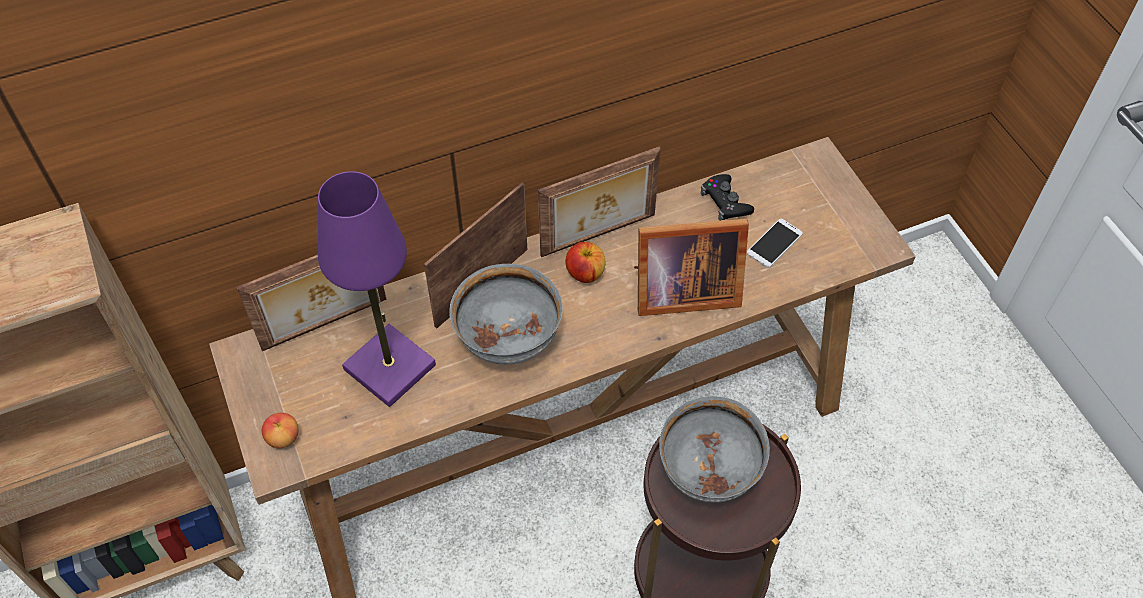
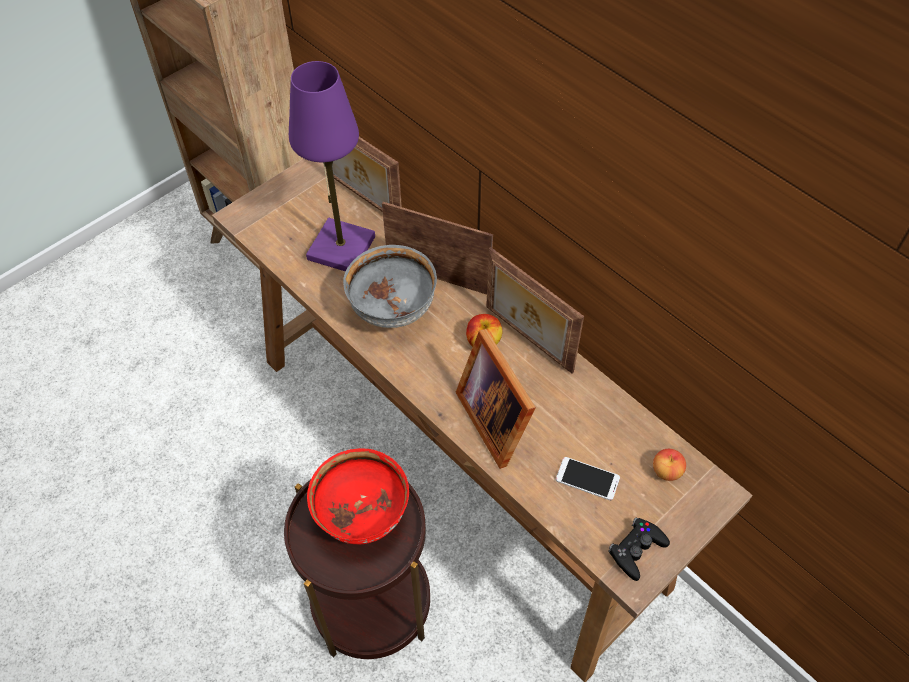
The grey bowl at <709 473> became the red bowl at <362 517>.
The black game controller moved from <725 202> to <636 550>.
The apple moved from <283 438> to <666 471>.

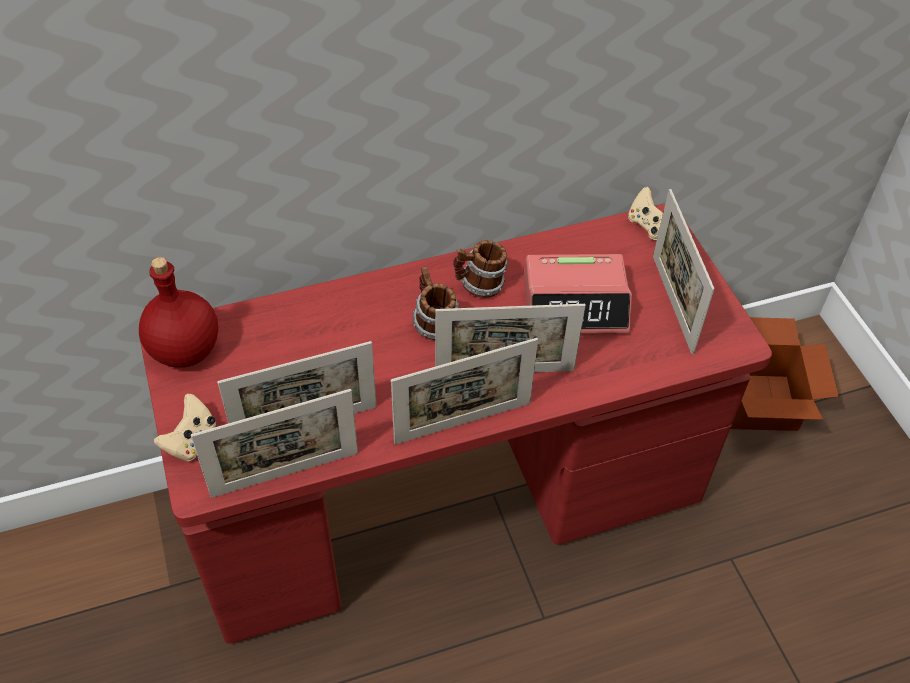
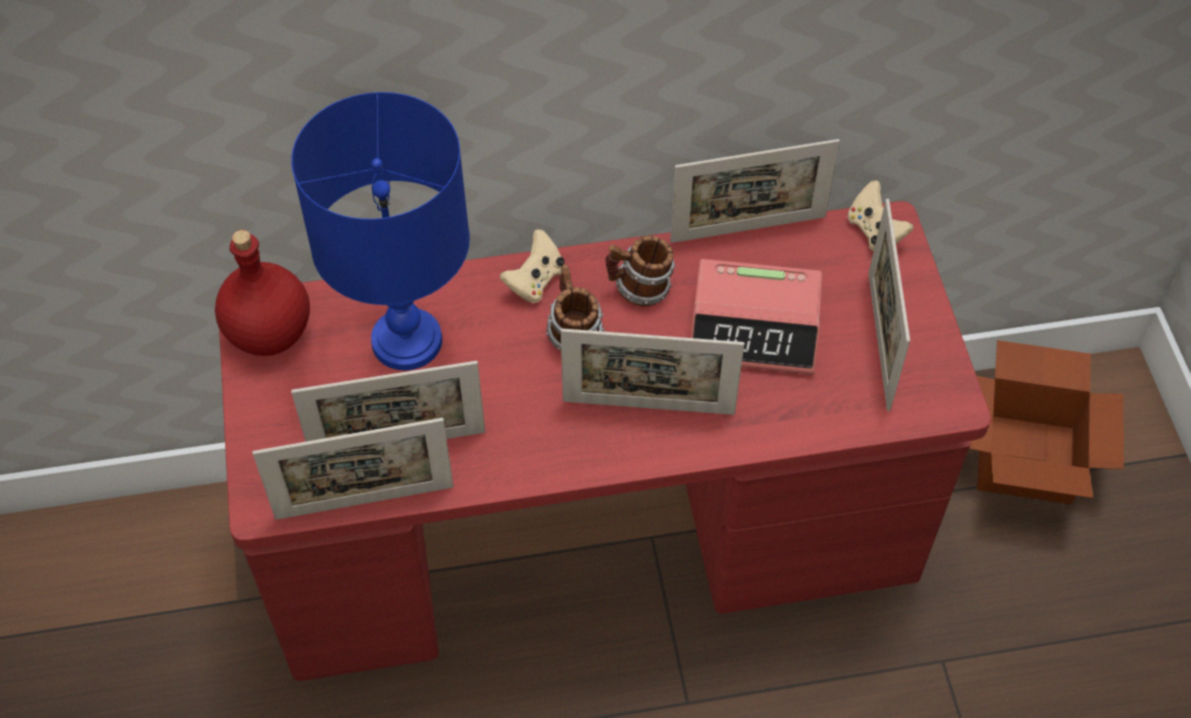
The blue table lamp at <408 341> appeared.
The beige game controller moved from <190 440> to <535 281>.
The picture frame moved from <463 423> to <748 229>.

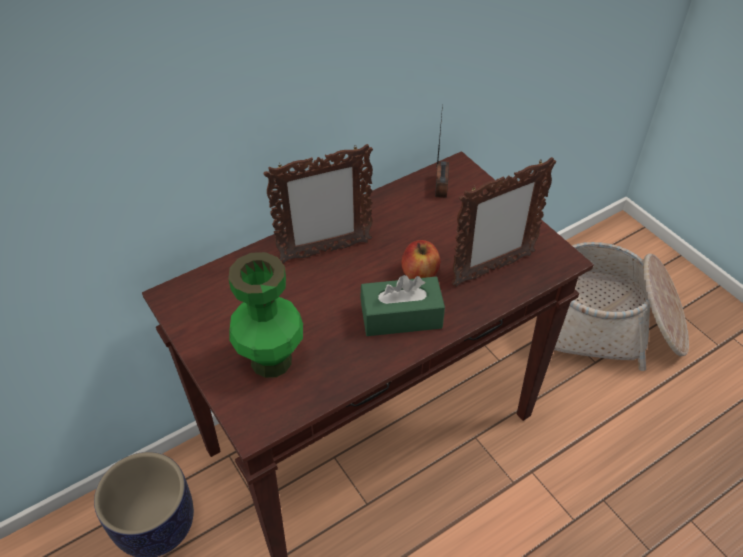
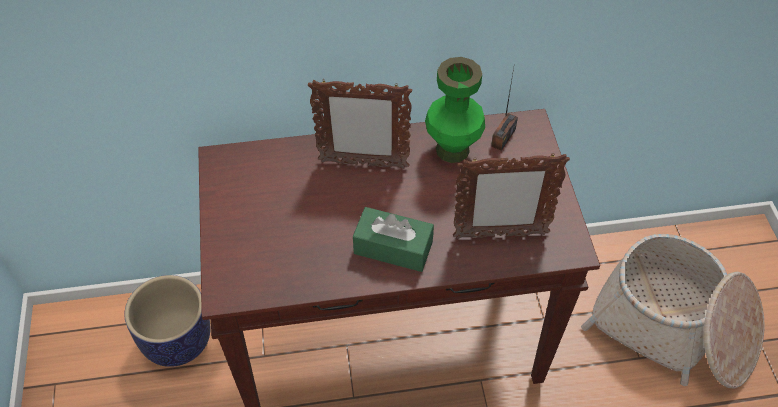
The green vase moved from <271 360> to <453 149>.
The apple at <420 273> disappeared.

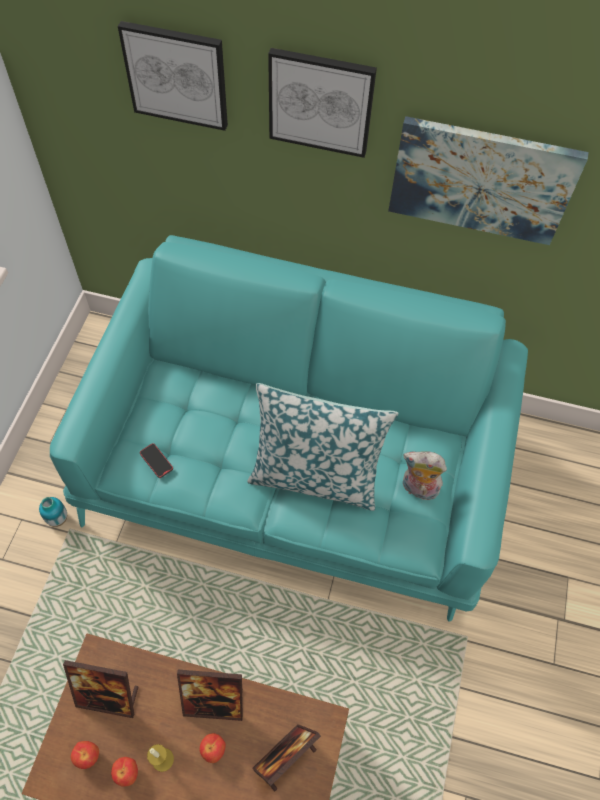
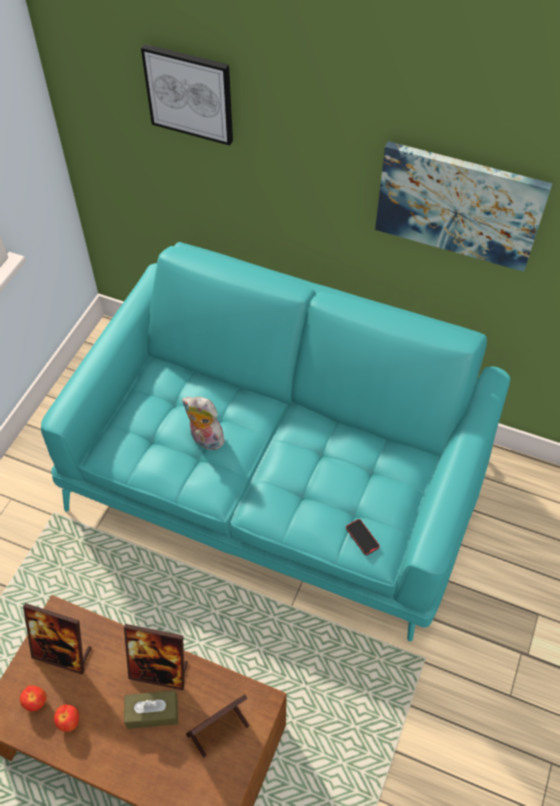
The apple at <213 749> was replaced by the brown tissue box at <152 712>.
The plush toy moved from <418 489> to <205 440>.
The phone moved from <156 461> to <362 537>.
The vase at <58 519> disappeared.
The candle at <162 759> disappeared.
The pillow at <315 476> disappeared.
The picture at <320 102> disappeared.

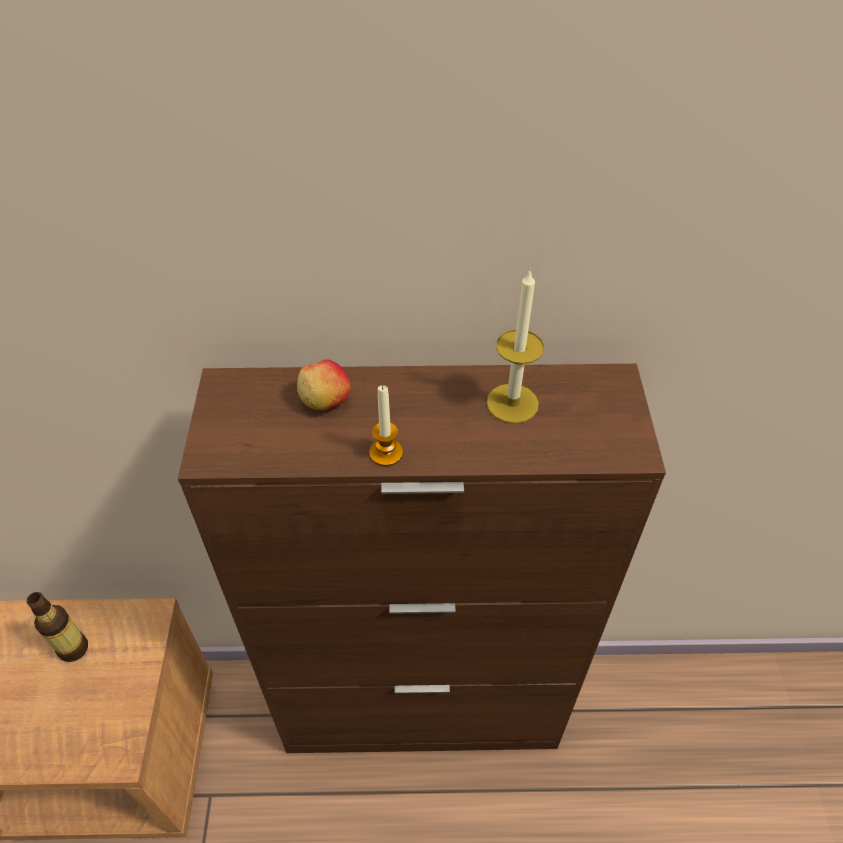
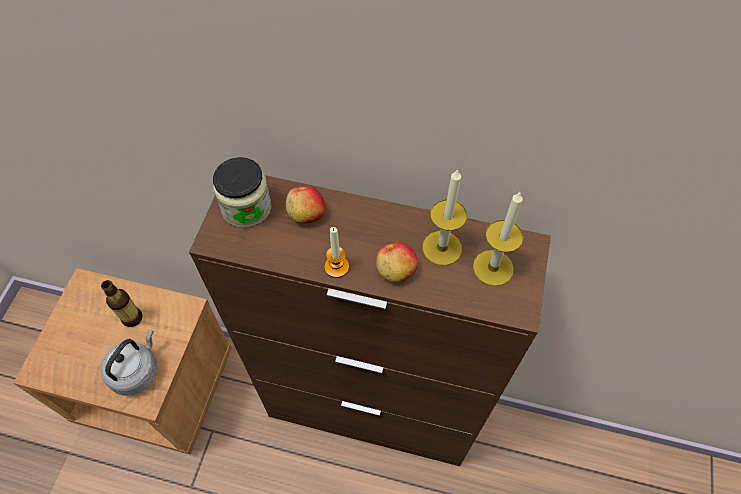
The grey kettle at <137 371> appeared.
The jar at <246 207> appeared.
The apple at <395 270> appeared.
The candle at <493 268> appeared.

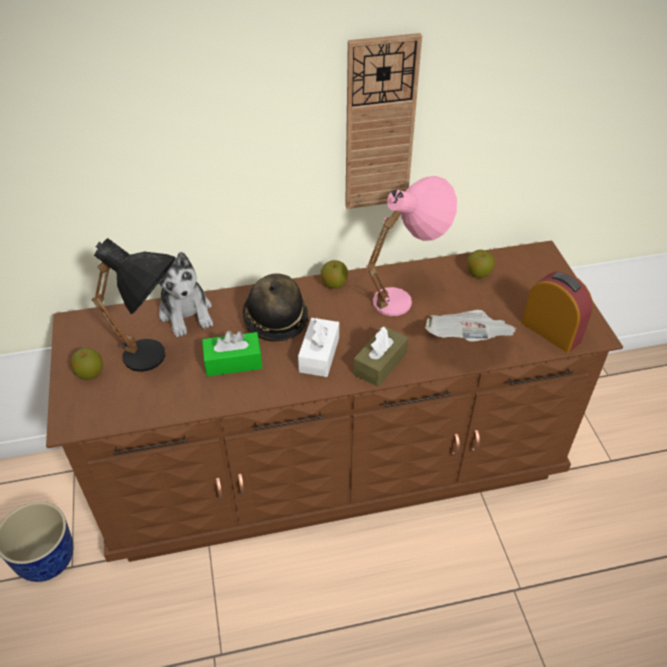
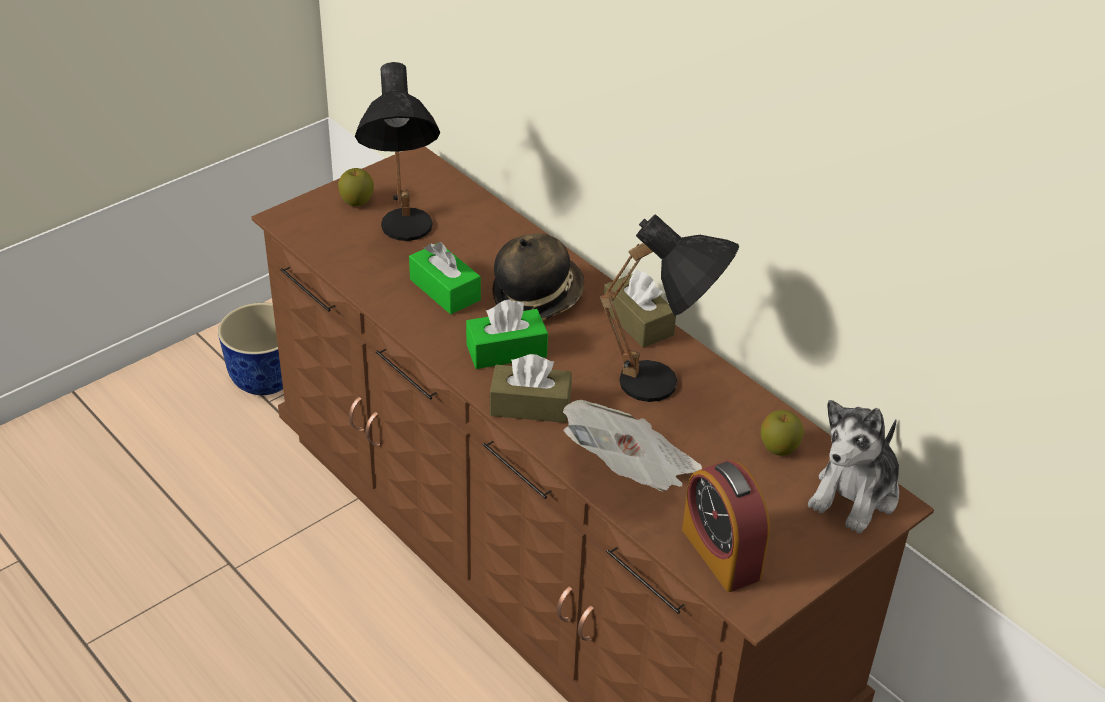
The white tissue box at <319 355> became the green tissue box at <506 351>.
The pink table lamp at <405 298> became the black table lamp at <667 391>.
The apple at <334 284> was replaced by the brown tissue box at <638 321>.
The alarm clock at <551 331> turned 135 degrees clockwise.
The plush toy moved from <186 313> to <855 494>.
The wall clock at <379 126> disappeared.

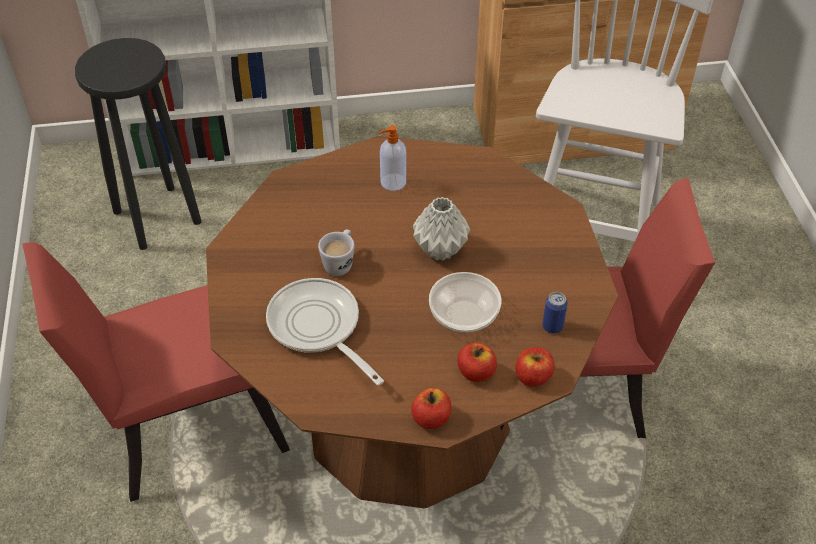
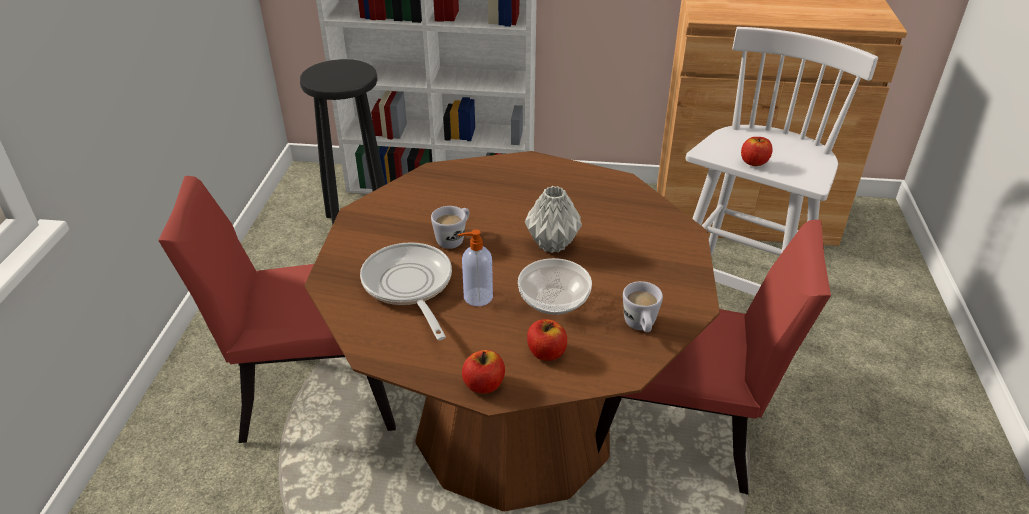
The soap dispenser moved from <392 182> to <477 297>.
The can at <552 326> was replaced by the white mug at <640 327>.
The apple moved from <533 376> to <754 162>.

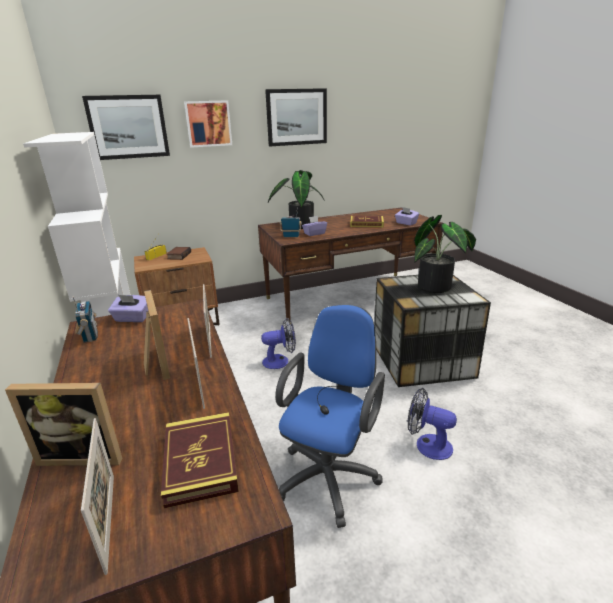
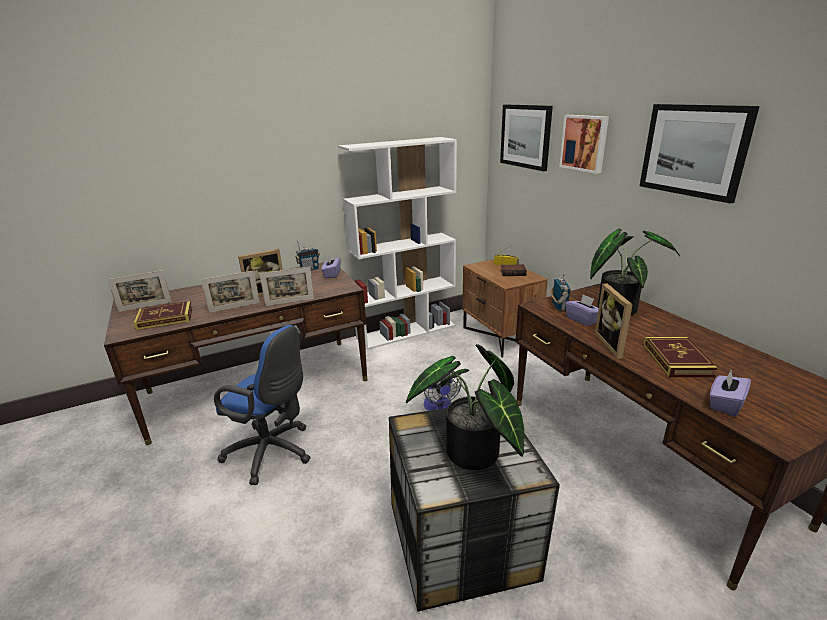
The picture frame moved from <84 454> to <613 345>.
The fan at <427 444> disappeared.

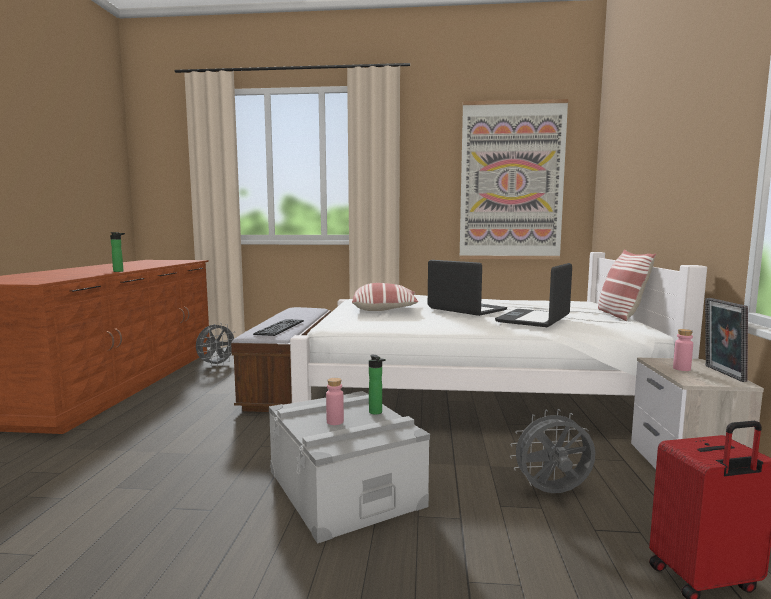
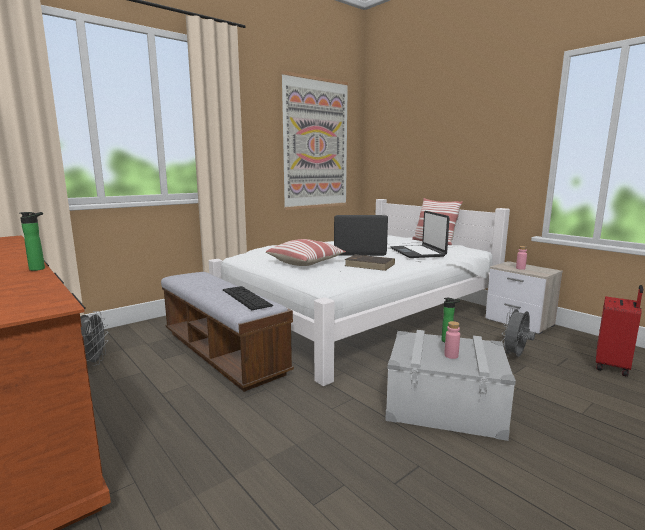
The brown book at <370 265> appeared.
The picture frame at <721 373> disappeared.

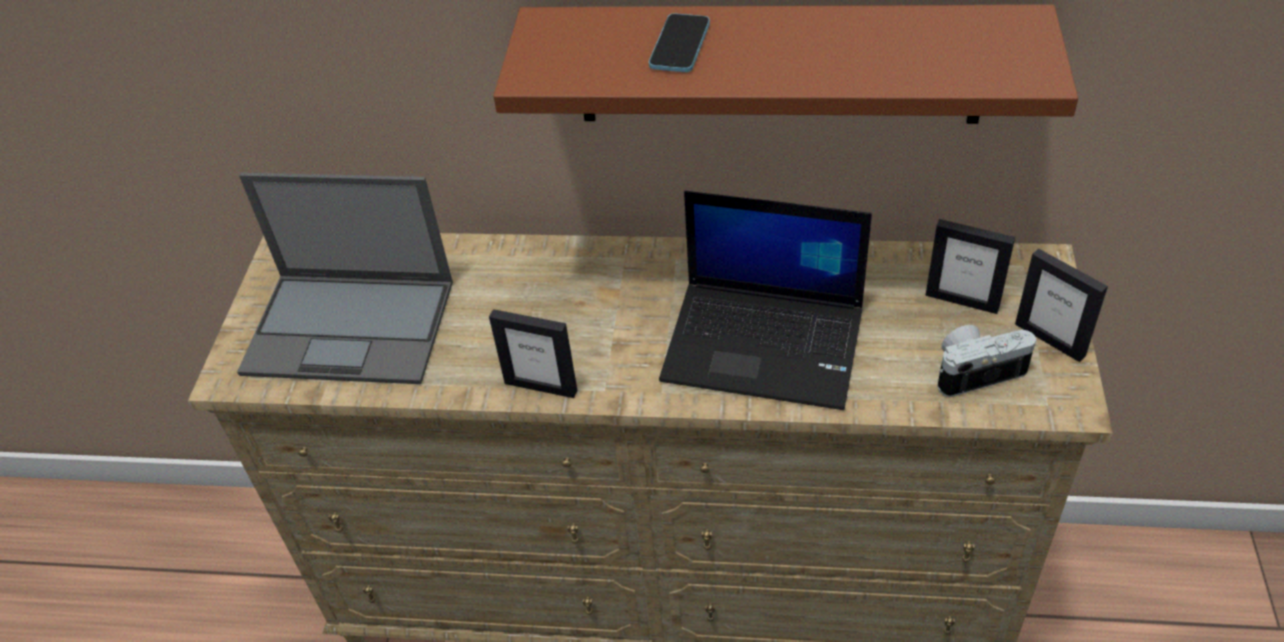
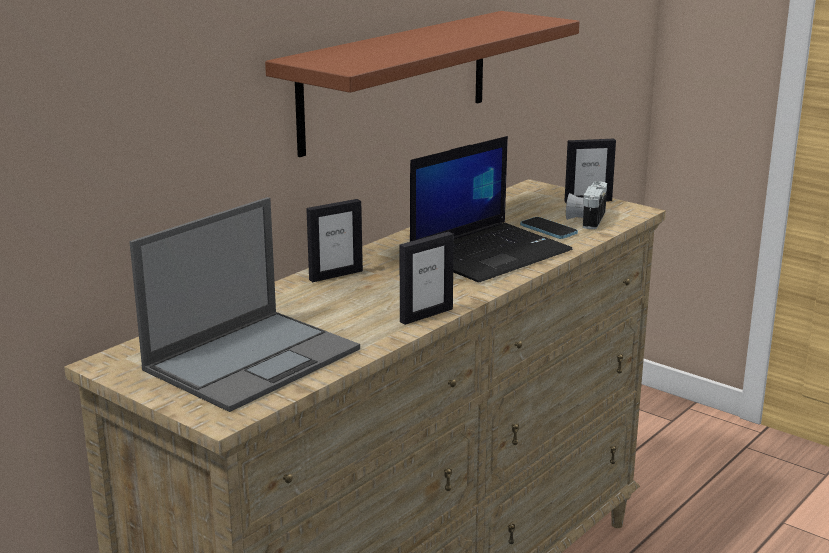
The picture frame moved from <962 300> to <335 275>.
The phone moved from <680 45> to <548 230>.

